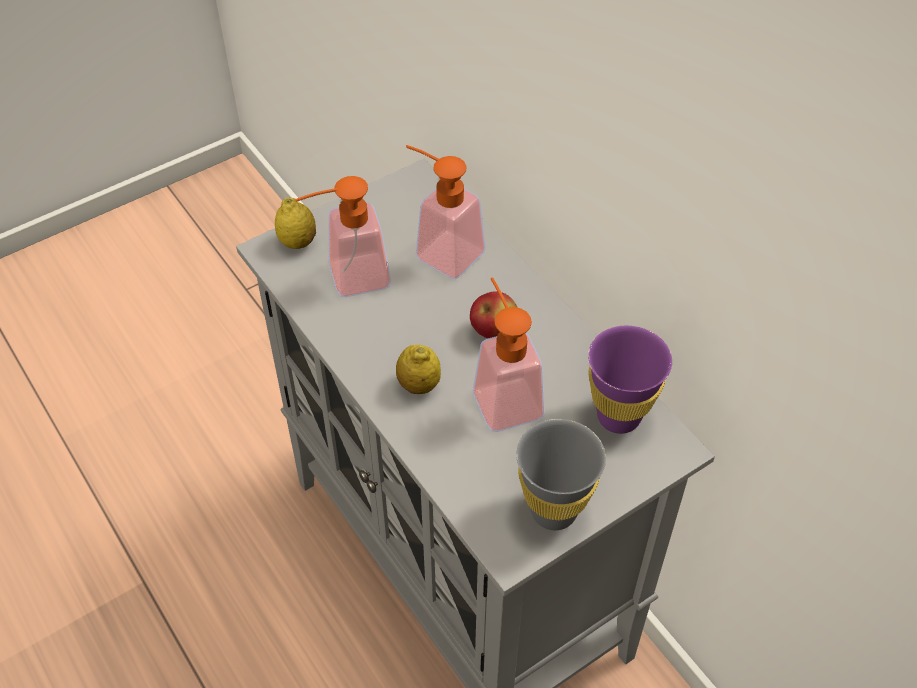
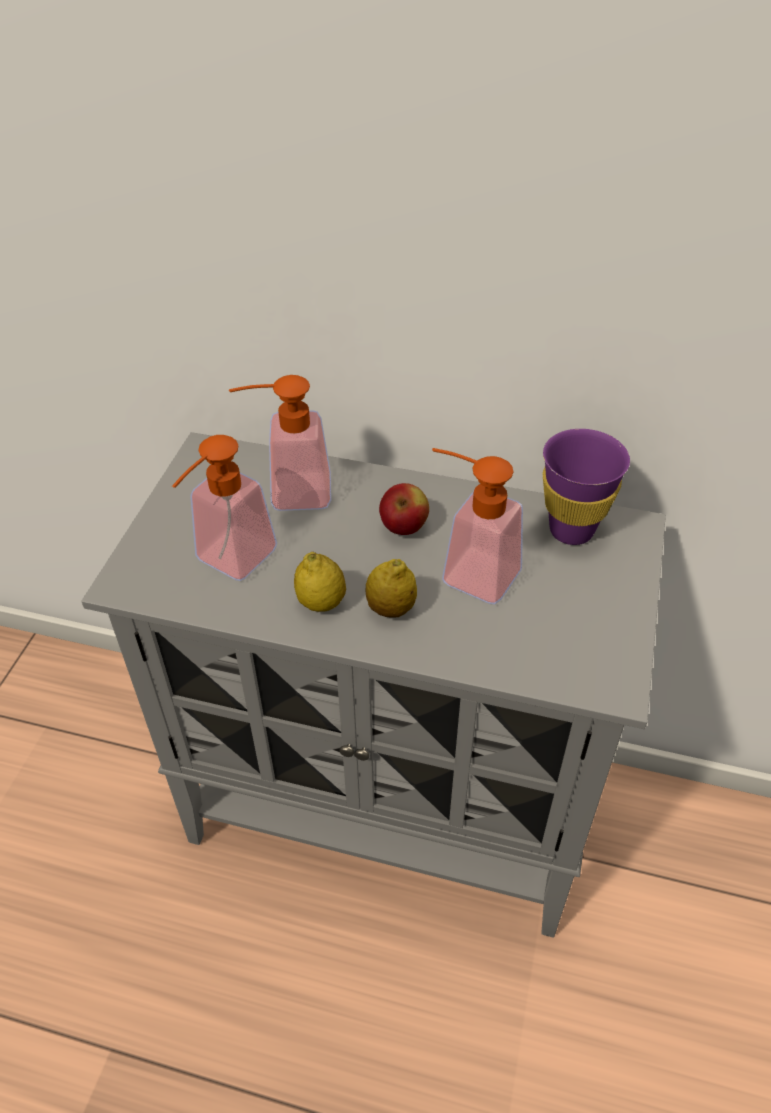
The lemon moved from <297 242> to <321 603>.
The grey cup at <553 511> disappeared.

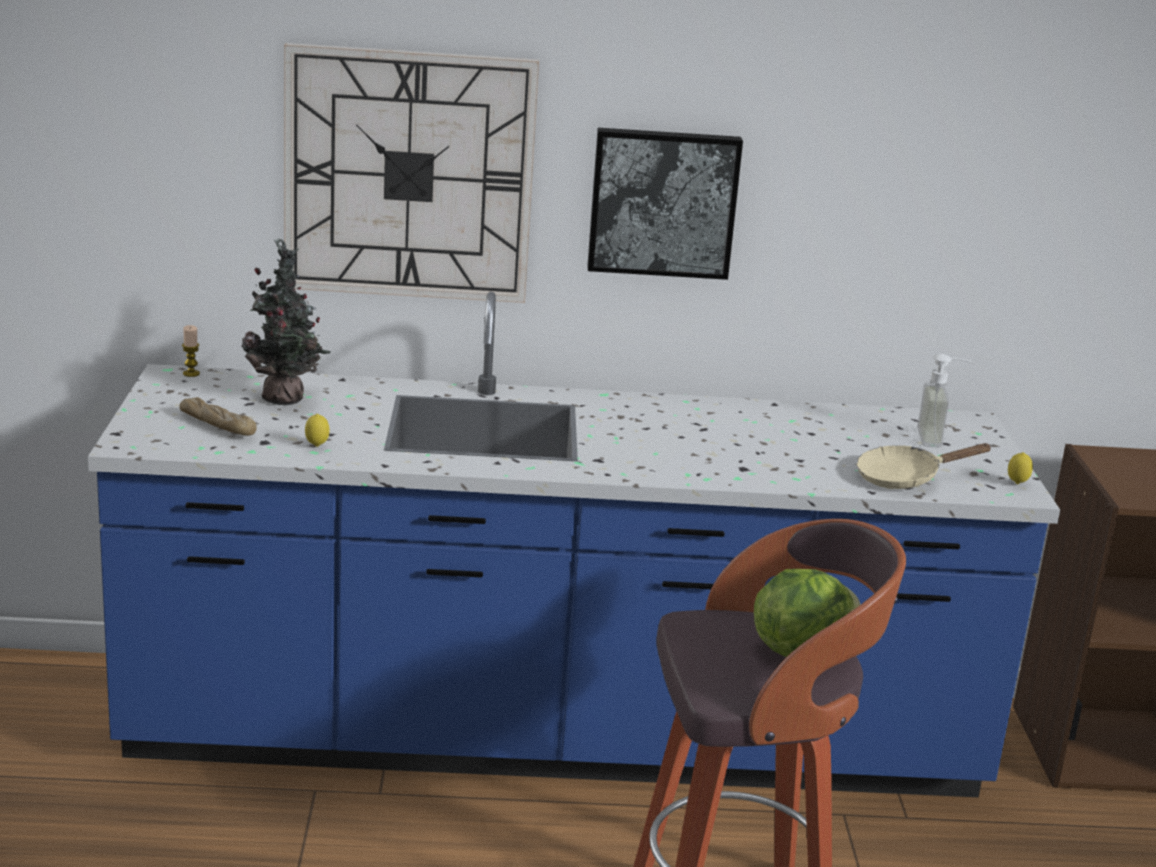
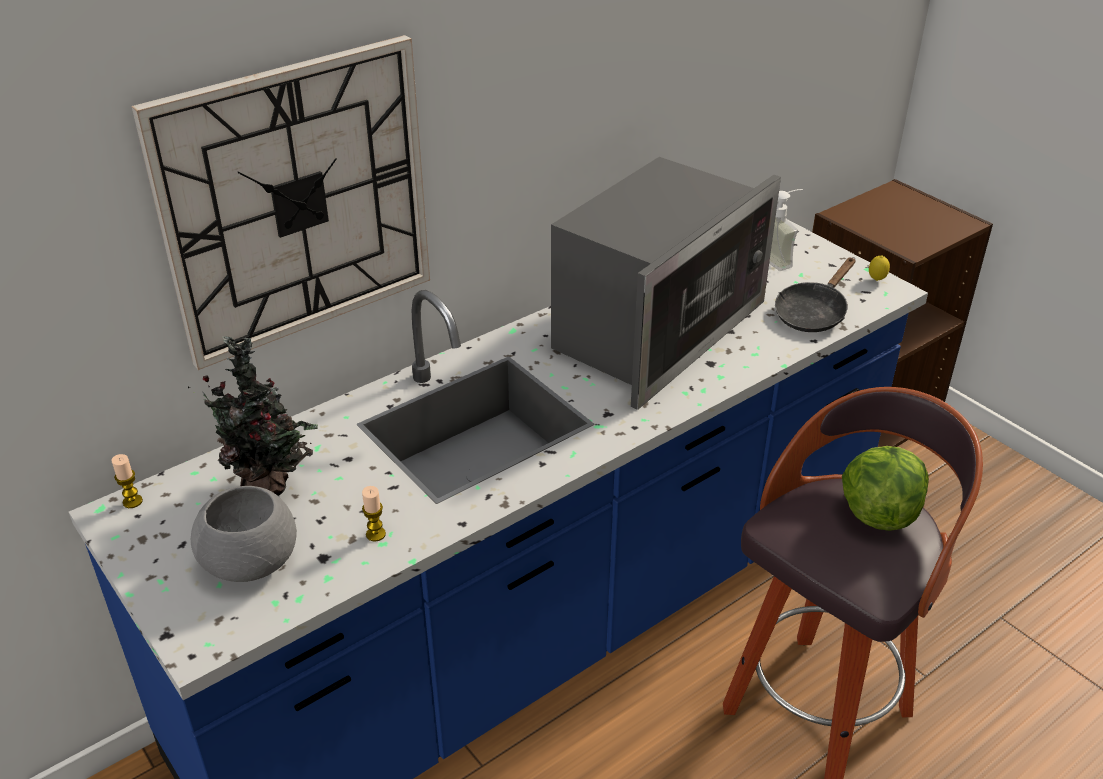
The bread at <217 426> was replaced by the grey bowl at <252 562>.
The lemon at <317 446> was replaced by the candle at <375 534>.
The microwave at <654 330> appeared.
The beige frying pan at <905 478> became the black frying pan at <813 313>.
The picture at <663 202> disappeared.

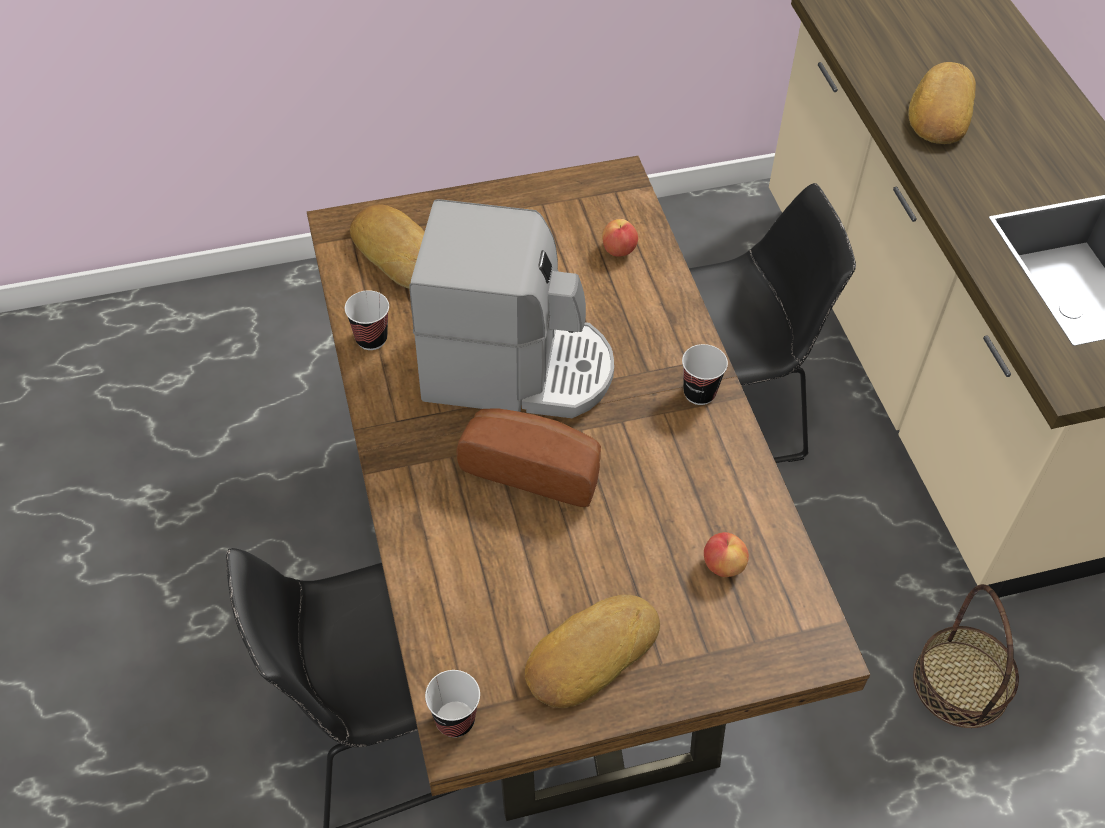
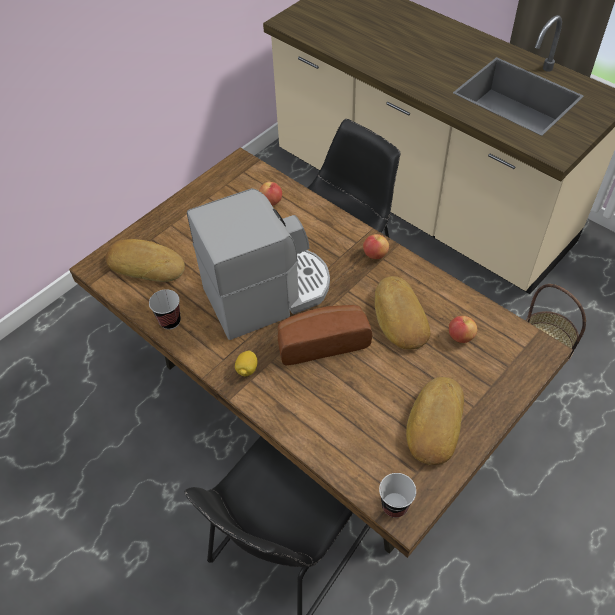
The lemon at <247 369> appeared.
The cup at <699 393> was replaced by the apple at <375 254>.
The bread moved from <939 111> to <399 317>.

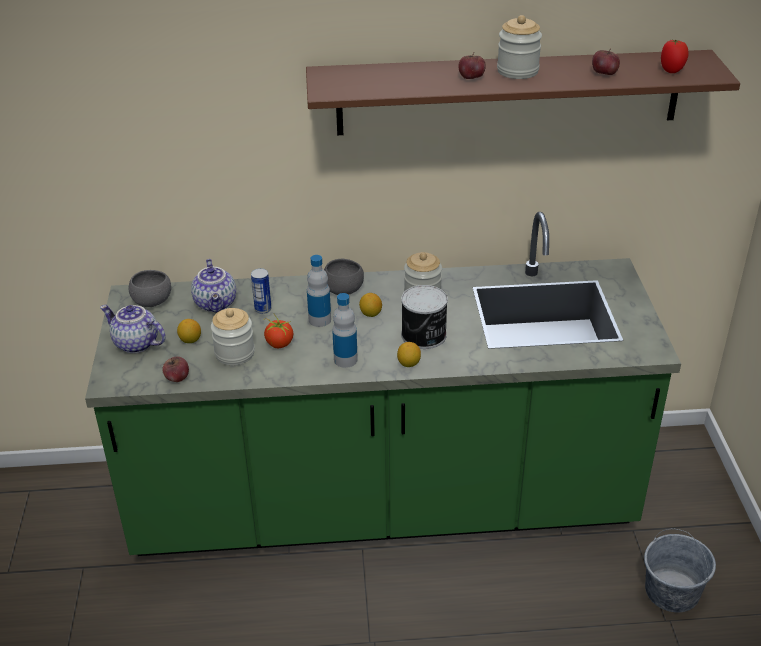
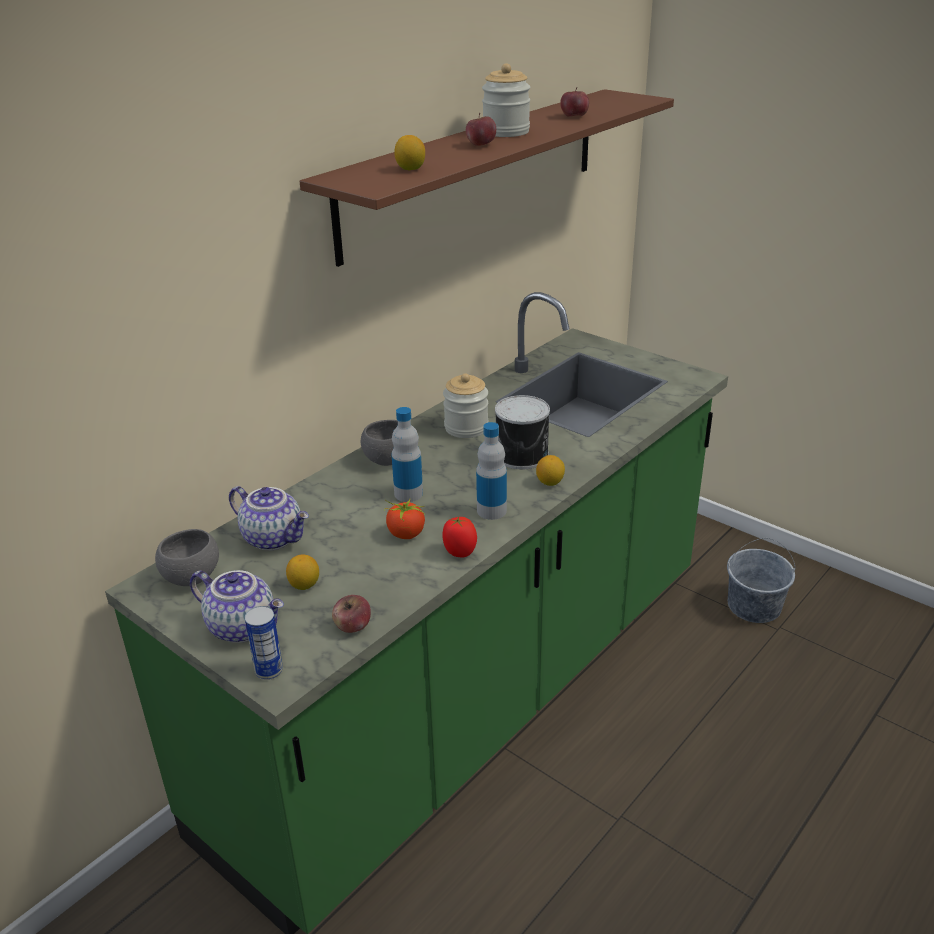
The teapot at <135 344> turned 135 degrees counterclockwise.
The can moved from <263 309> to <269 670>.
The lemon moved from <370 314> to <410 169>.
The tomato moved from <671 71> to <459 552>.
The jar at <234 353> disappeared.

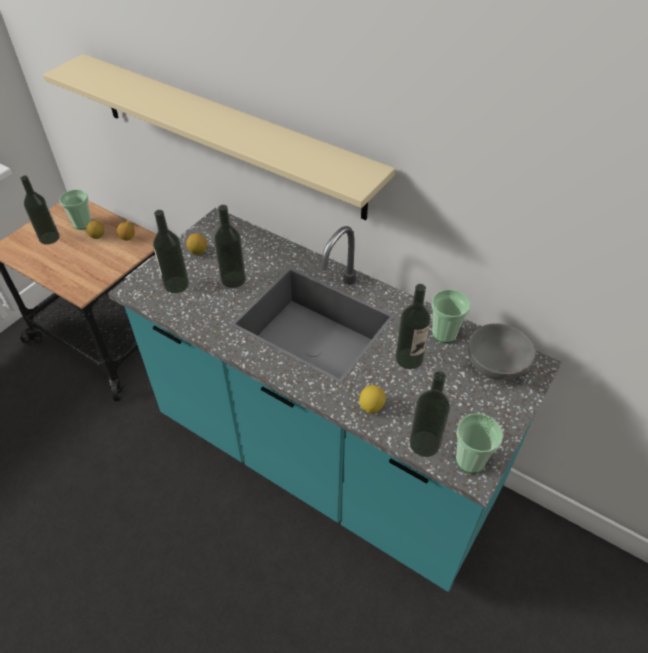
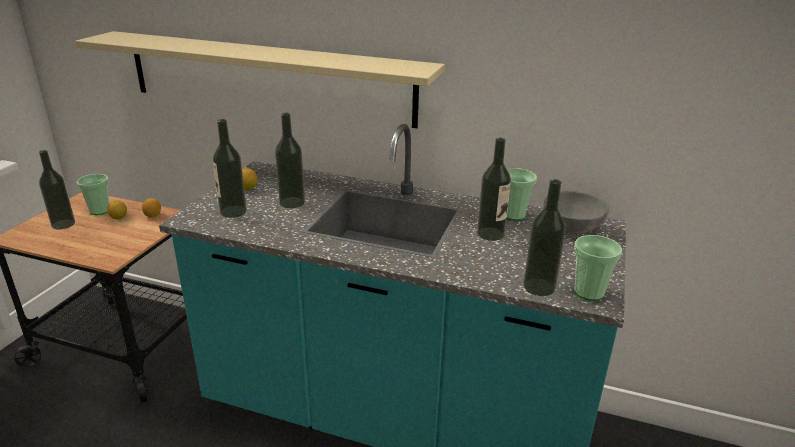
The lemon at <371 406> disappeared.

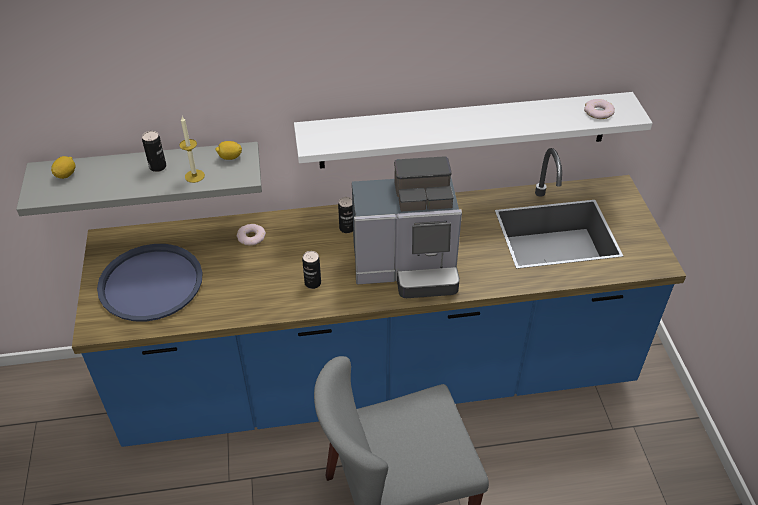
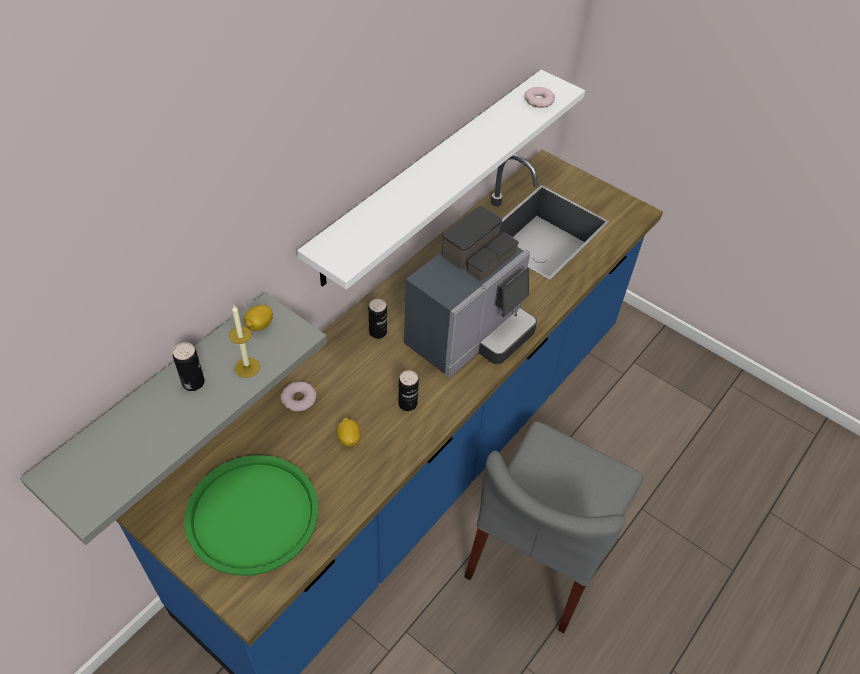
The blue tray at <151 283> became the green tray at <253 514>.
The lemon moved from <66 174> to <349 438>.

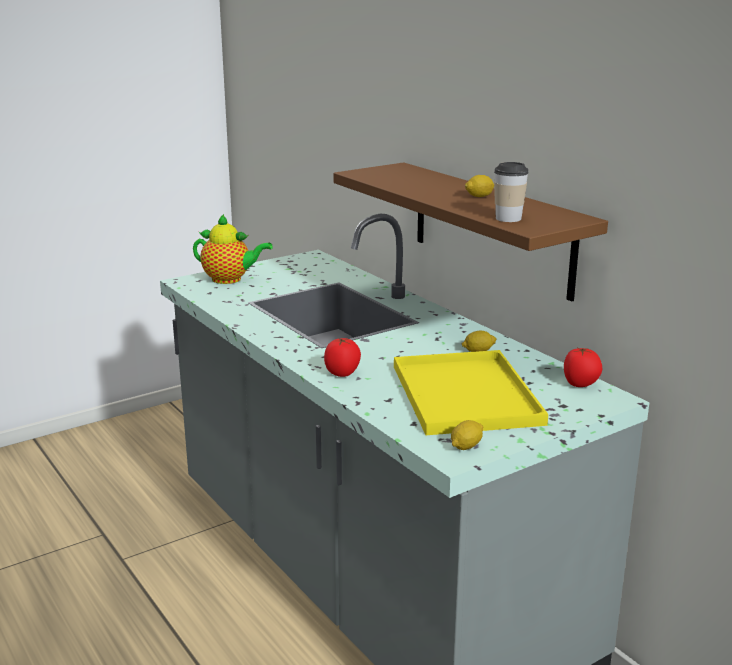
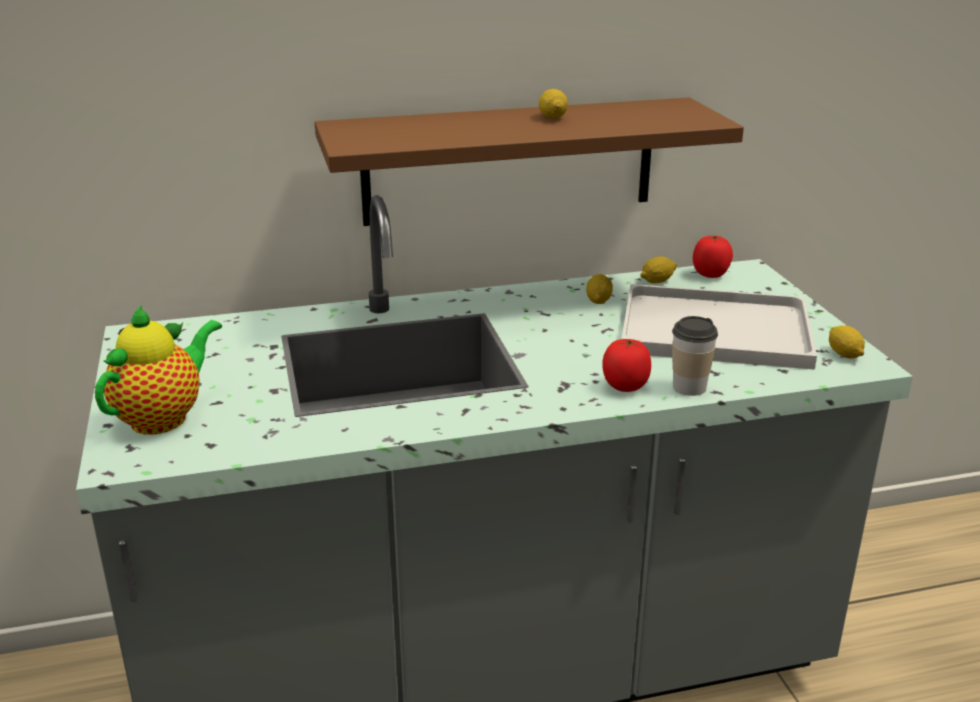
The yellow tray at <468 395> became the white tray at <719 329>.
The lemon at <657 281> appeared.
The cup moved from <508 218> to <689 387>.

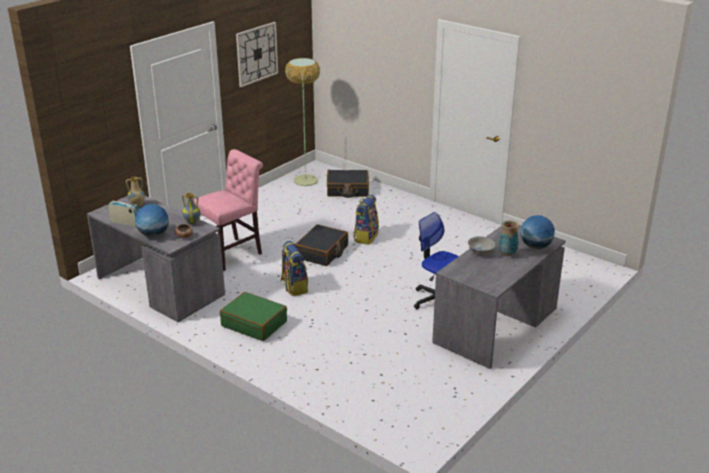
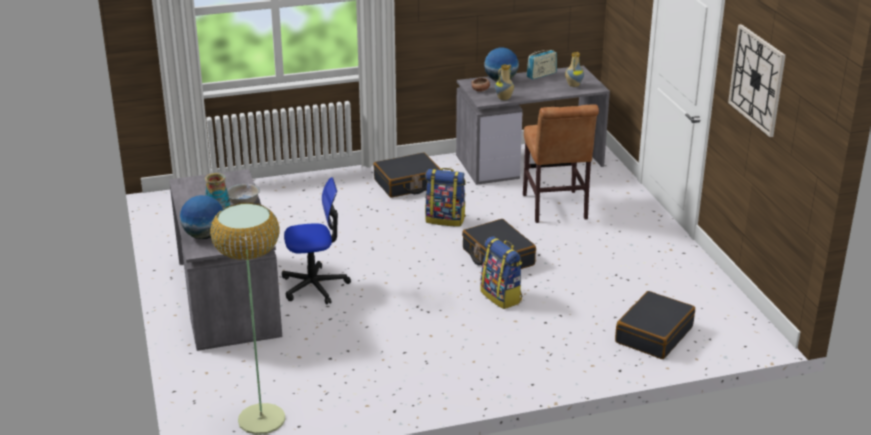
The floor lamp moved from <305 180> to <262 419>.
The green suitcase at <254 323> became the black suitcase at <407 184>.
The pink chair at <233 253> became the brown chair at <555 209>.

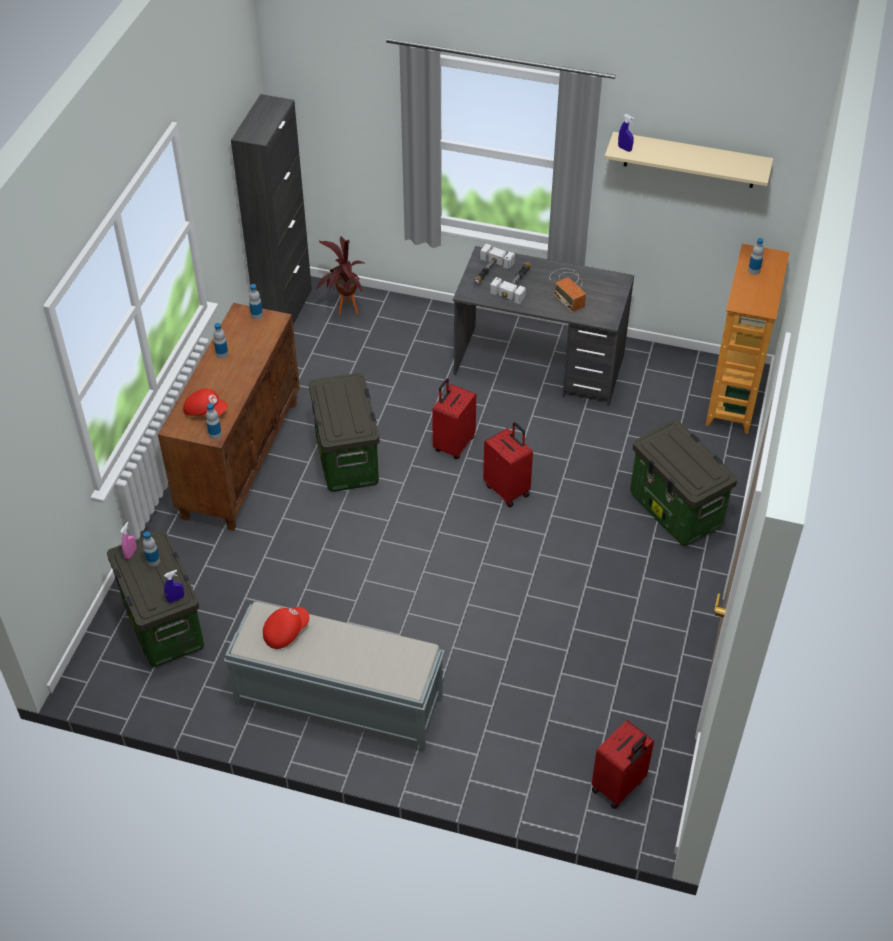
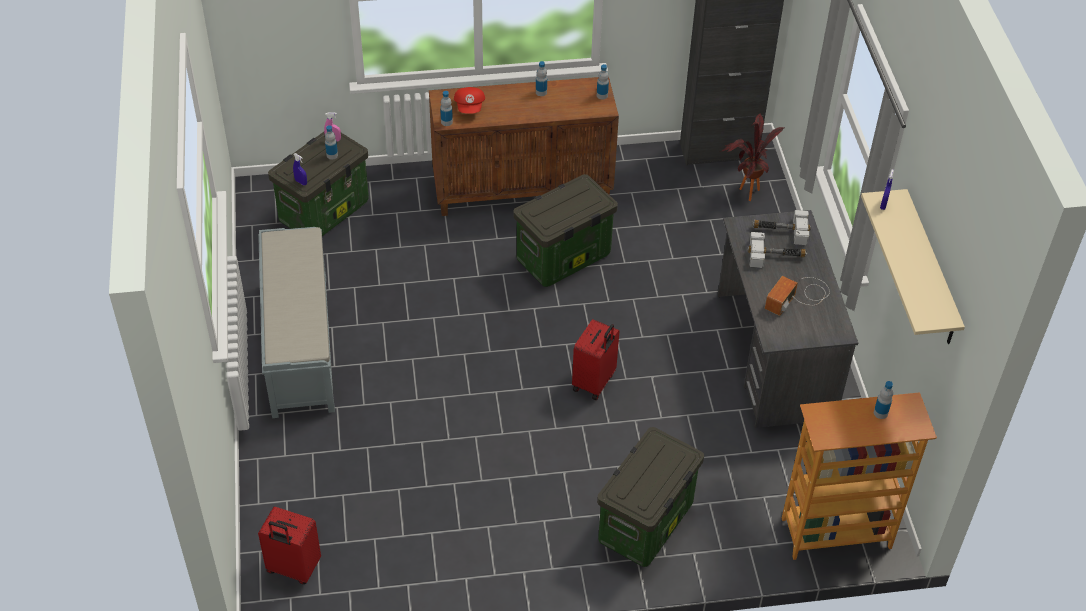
The red cap at <285 631> disappeared.
The red suitcase at <453 444> disappeared.

